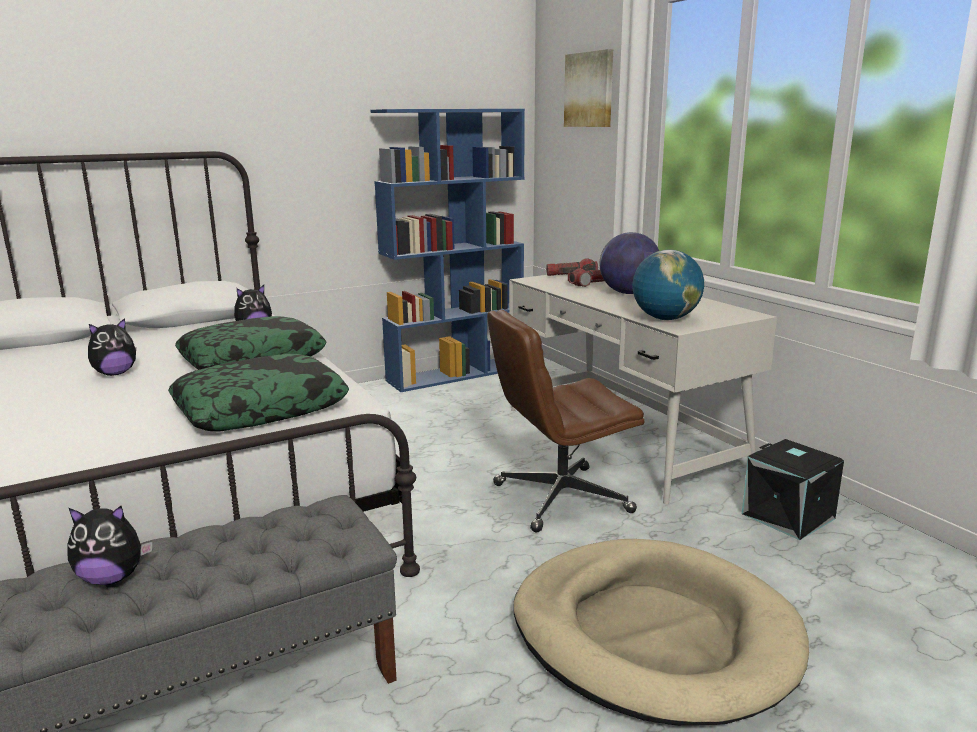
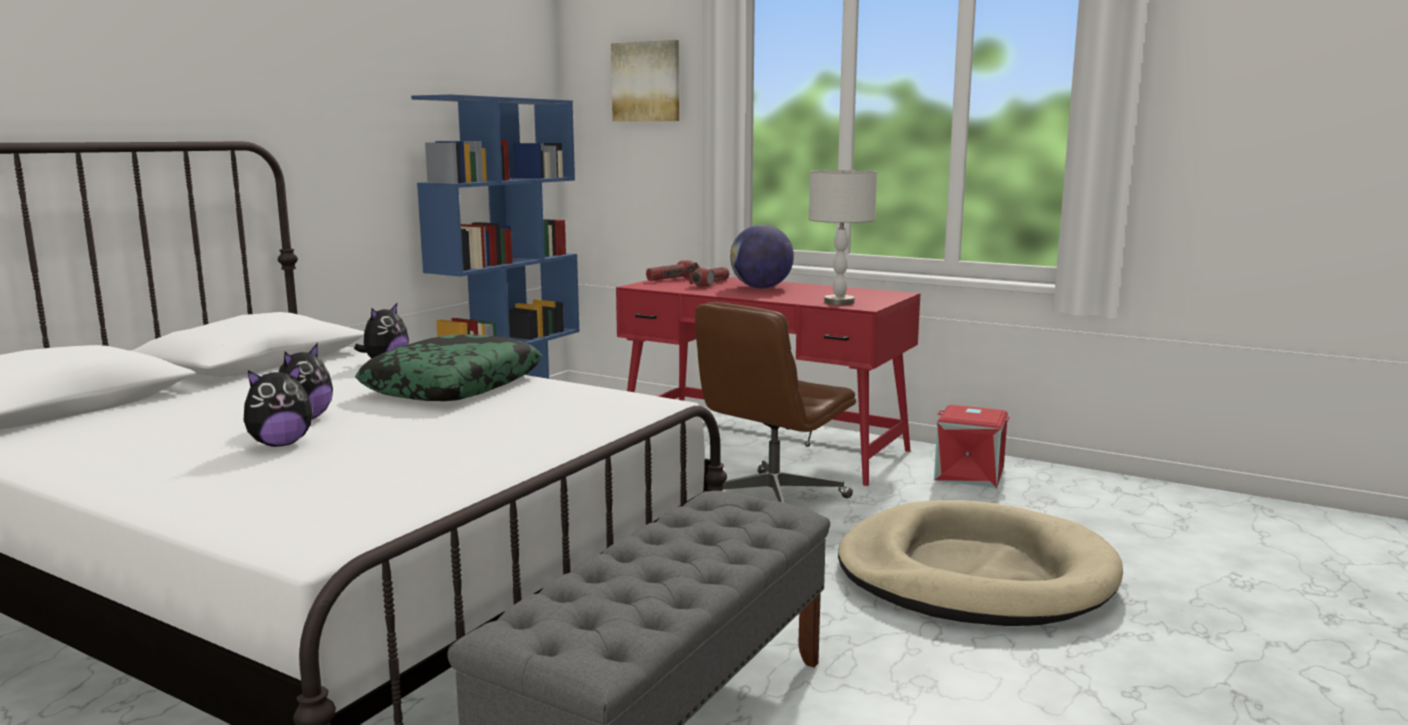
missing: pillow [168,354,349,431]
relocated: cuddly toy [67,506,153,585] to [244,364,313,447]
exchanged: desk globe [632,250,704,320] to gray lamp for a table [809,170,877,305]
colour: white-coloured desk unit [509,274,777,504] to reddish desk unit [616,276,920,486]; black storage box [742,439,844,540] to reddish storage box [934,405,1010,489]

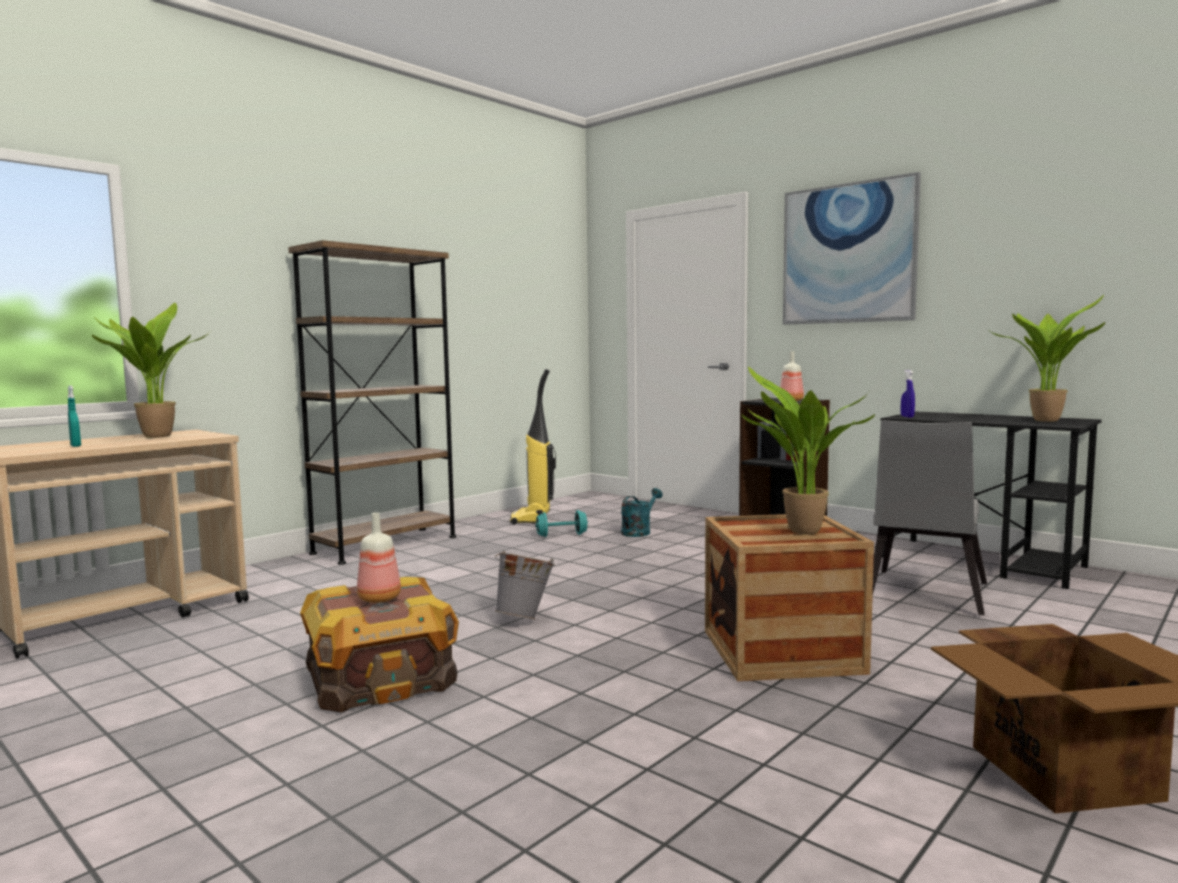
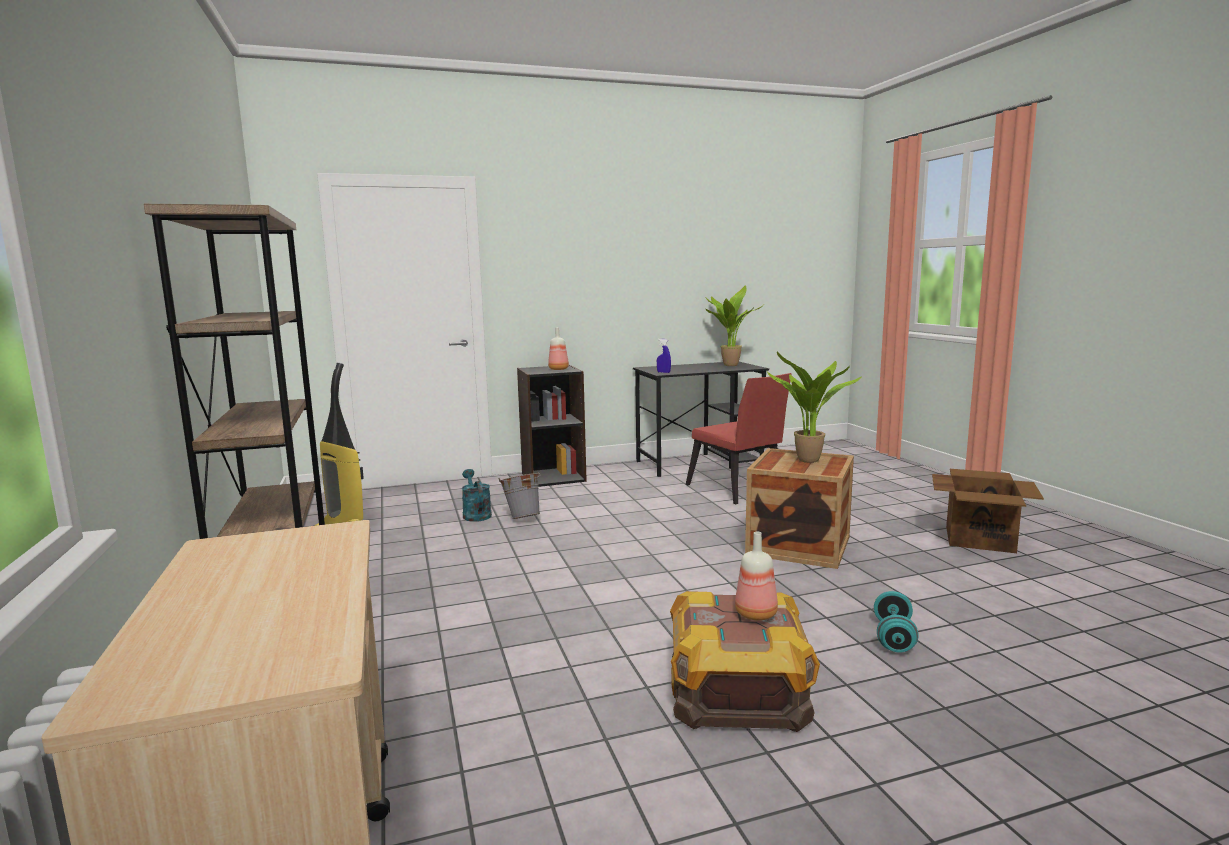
missing: turquoise spray bottle [68,386,81,447]; houseplant [92,303,210,438]; picture [783,172,921,325]
relocated: gray water bucket [495,551,555,619] to [499,472,541,519]; turquoise hand weight [535,510,588,537] to [874,591,919,653]
colour: gray chair [873,420,987,615] to reddish chair [685,373,792,504]

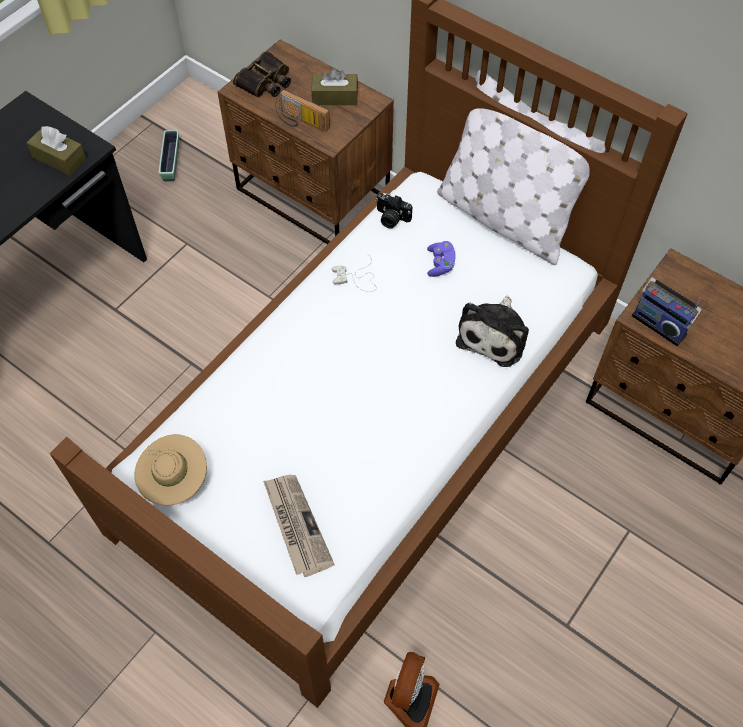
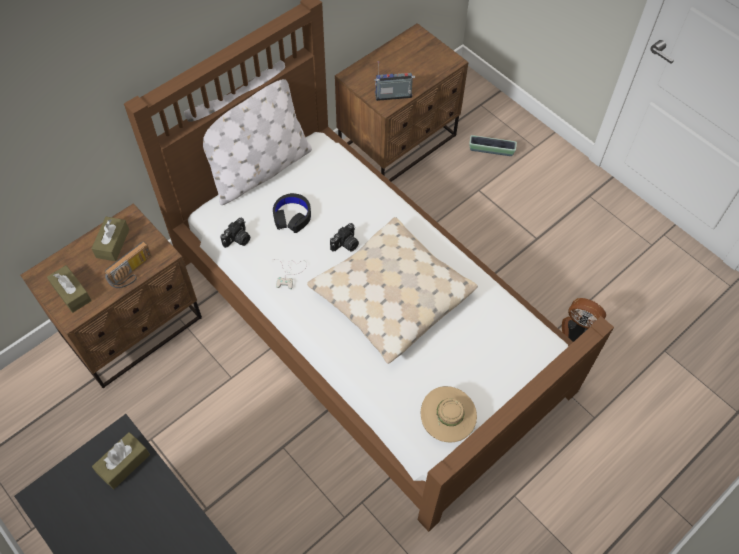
missing: daily paper [263,475,335,577]; cuddly toy [456,296,529,367]
appeared: beige-coloured pillow [307,217,478,364]; photo camera [330,223,359,252]
relocated: planter [159,130,179,181] to [469,135,517,156]
exchanged: binoculars [233,51,291,98] to brownish box of tissues [47,265,92,313]; purple-coloured joypad [427,241,456,277] to black headphones [273,193,311,233]
spun: radio receiver [632,277,702,346] = [374,61,415,101] 150 degrees counterclockwise

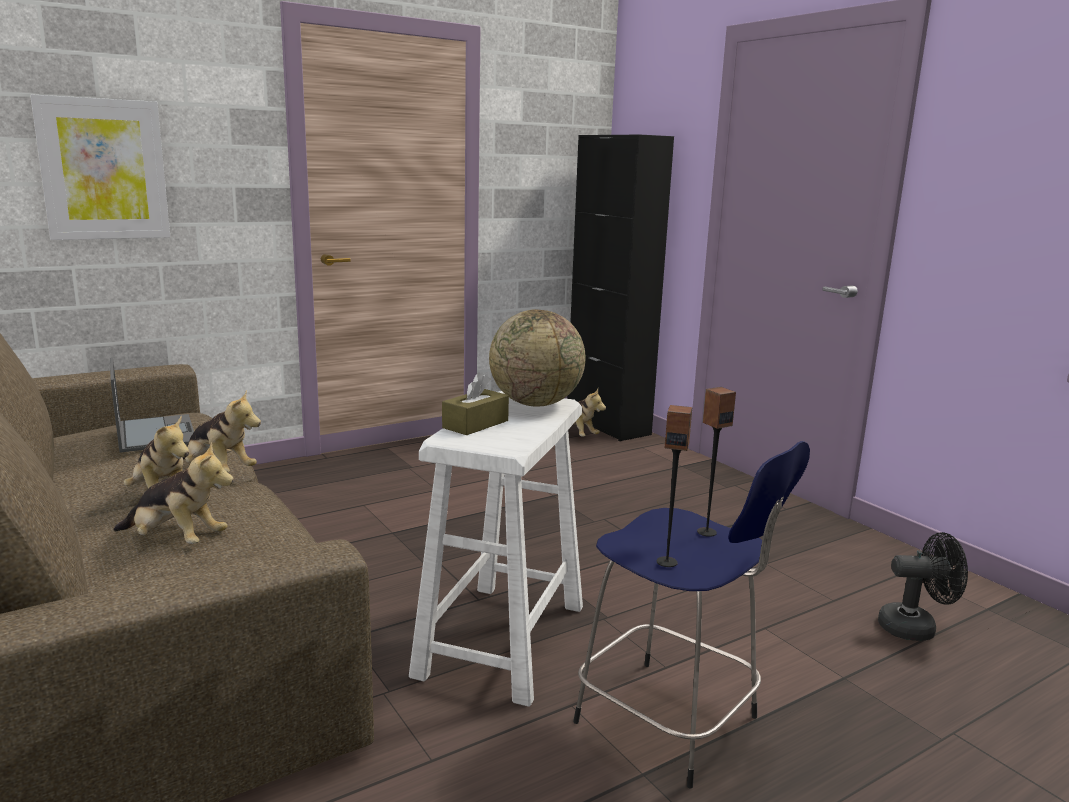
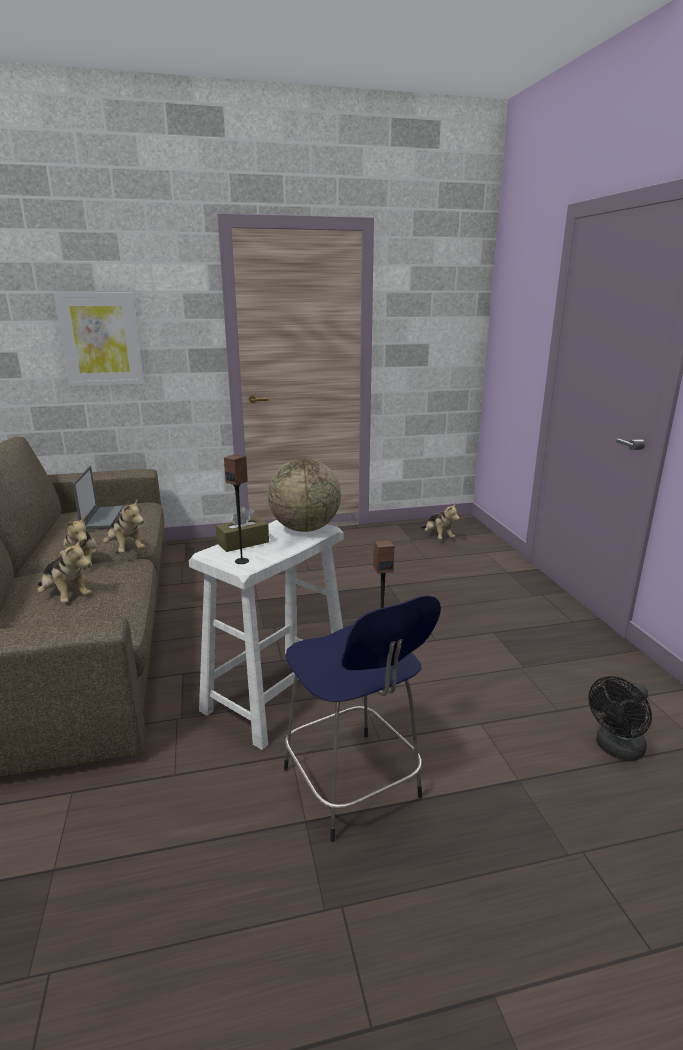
missing: black cabinet [567,134,674,441]
relocated: speaker [657,405,692,567] to [224,454,249,564]
spun: black electric fan [878,532,968,641] = [588,676,652,761] 120 degrees clockwise

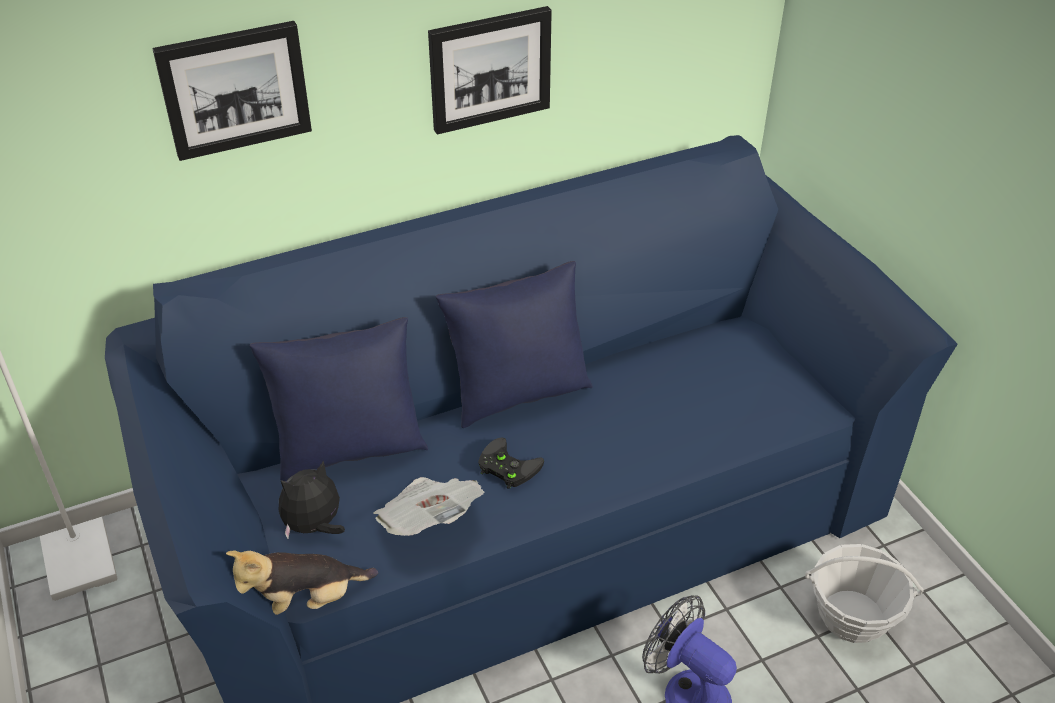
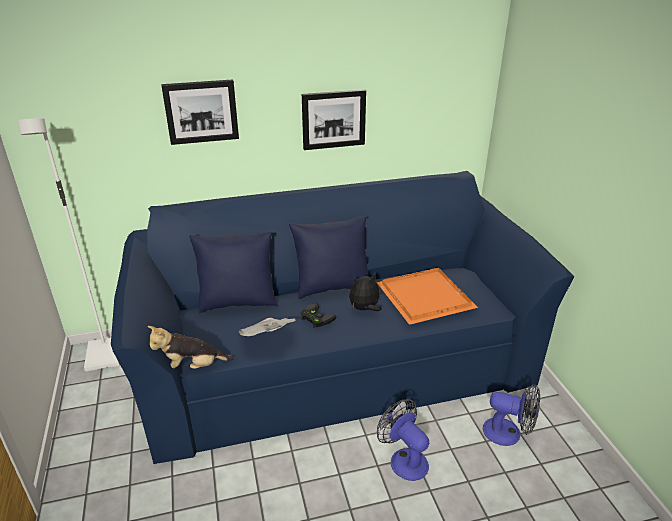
appeared: orange serving tray [376,268,478,325]
relocated: cuddly toy [279,460,345,539] to [349,273,382,311]
exchanged: storage basket [805,544,924,643] to electric fan [483,384,540,446]

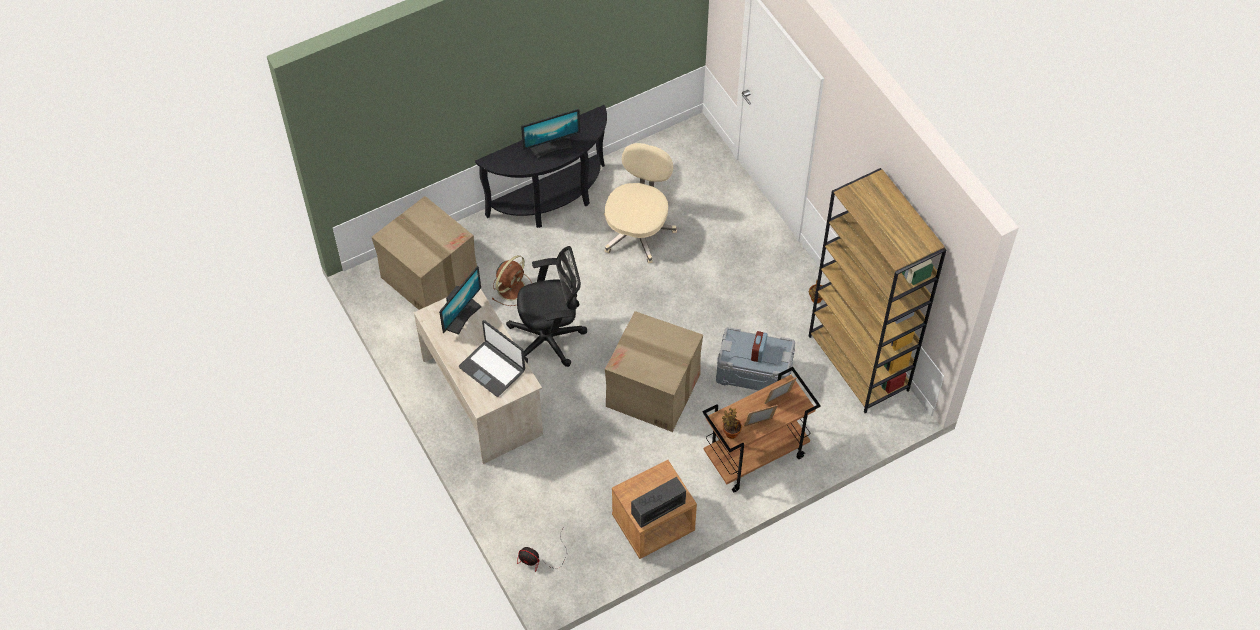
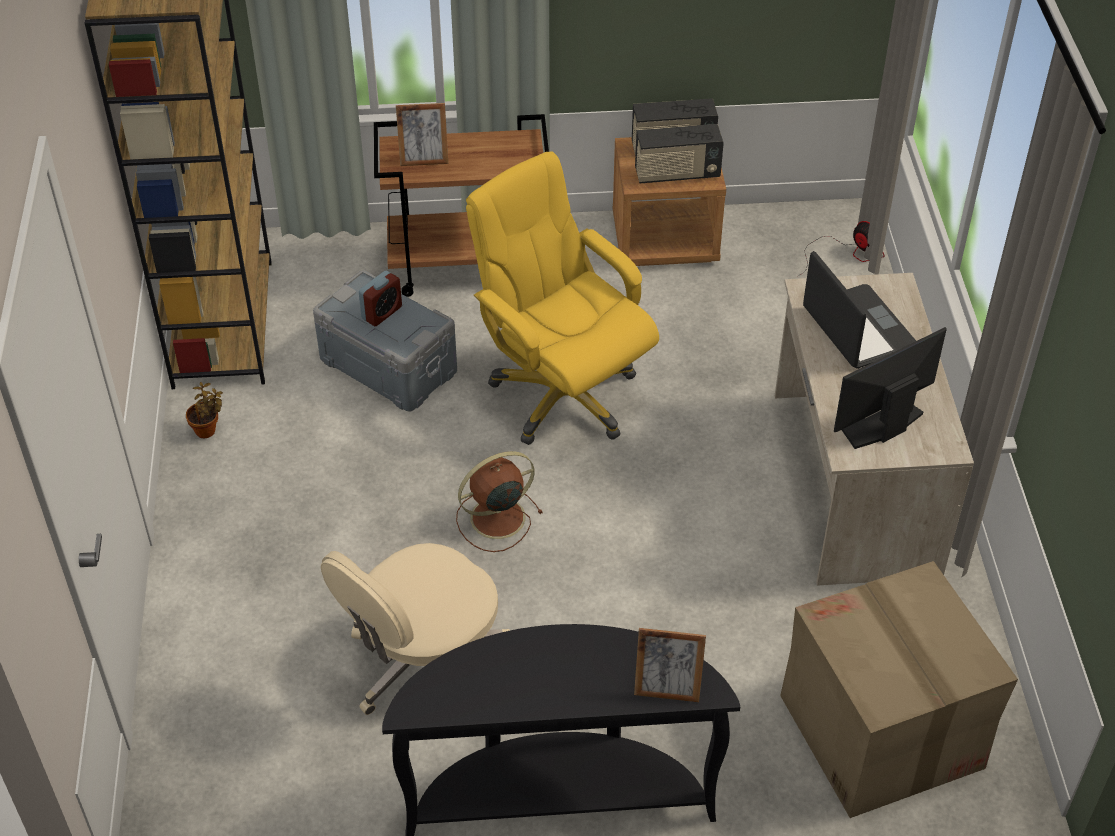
missing: black office chair [506,246,587,367]; computer screen [521,109,580,159]; houseplant [722,408,742,439]
appeared: radio receiver [635,124,724,183]
relocated: brownish electric fan [491,255,532,306] to [456,451,542,552]; photo frame [744,405,778,426] to [634,628,706,702]
exchanged: packing box [605,311,703,432] to yellowish office chair [466,151,659,445]

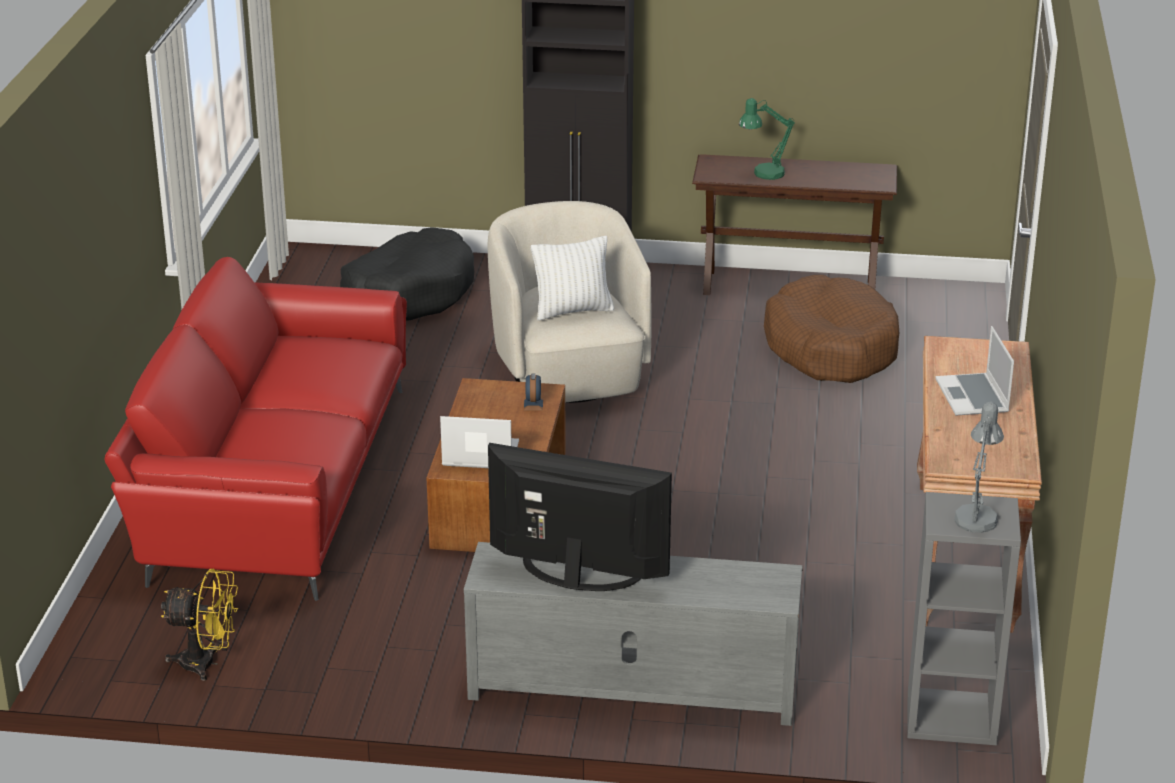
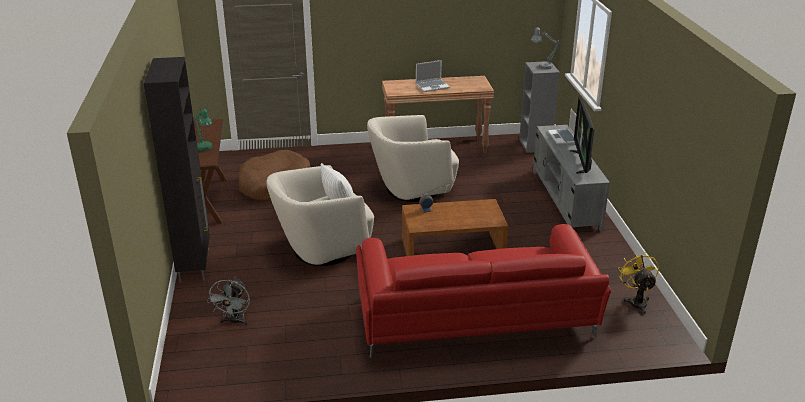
appeared: beige-coloured easy chair [367,115,459,202]
relocated: portable computer [440,416,519,468] to [548,109,576,145]
exchanged: black pet bed [340,227,474,321] to gray electric fan [207,277,250,325]

